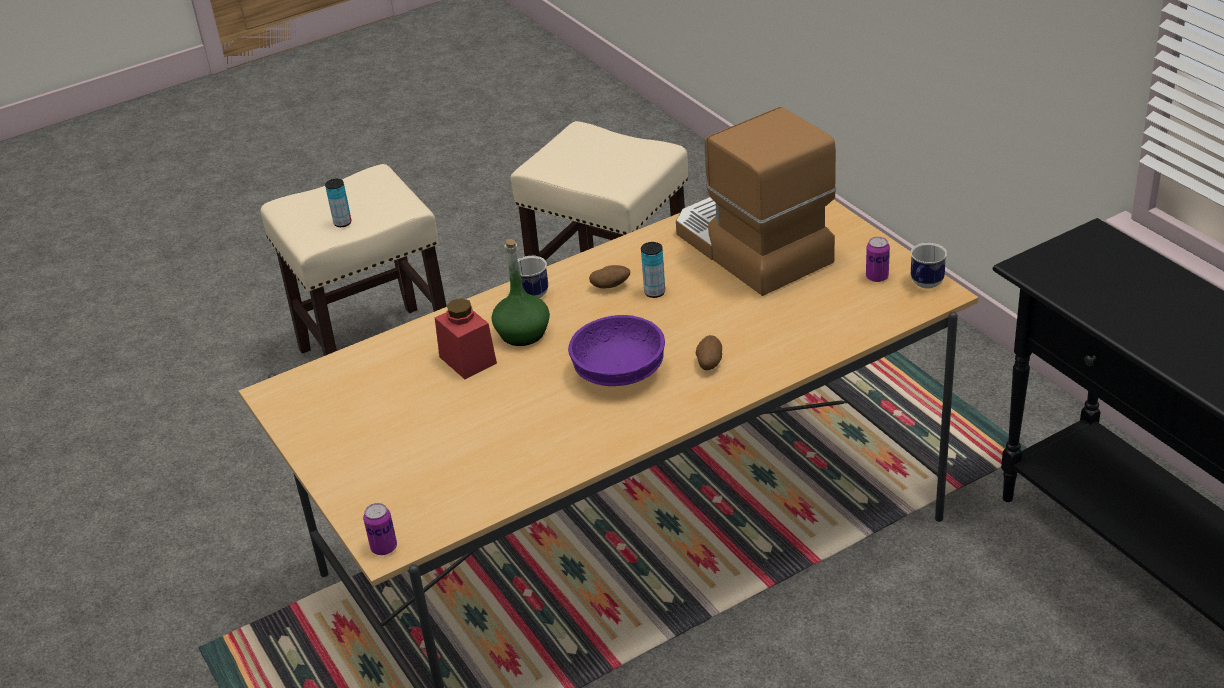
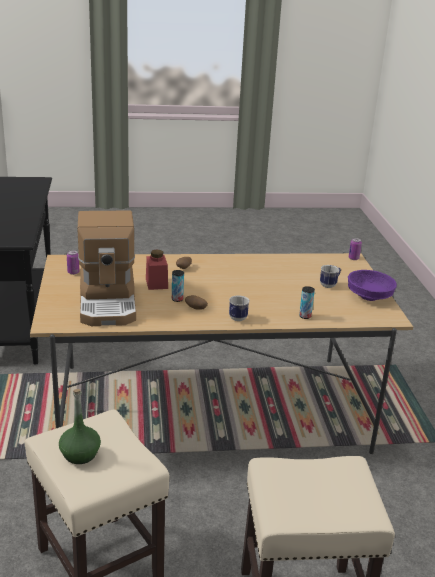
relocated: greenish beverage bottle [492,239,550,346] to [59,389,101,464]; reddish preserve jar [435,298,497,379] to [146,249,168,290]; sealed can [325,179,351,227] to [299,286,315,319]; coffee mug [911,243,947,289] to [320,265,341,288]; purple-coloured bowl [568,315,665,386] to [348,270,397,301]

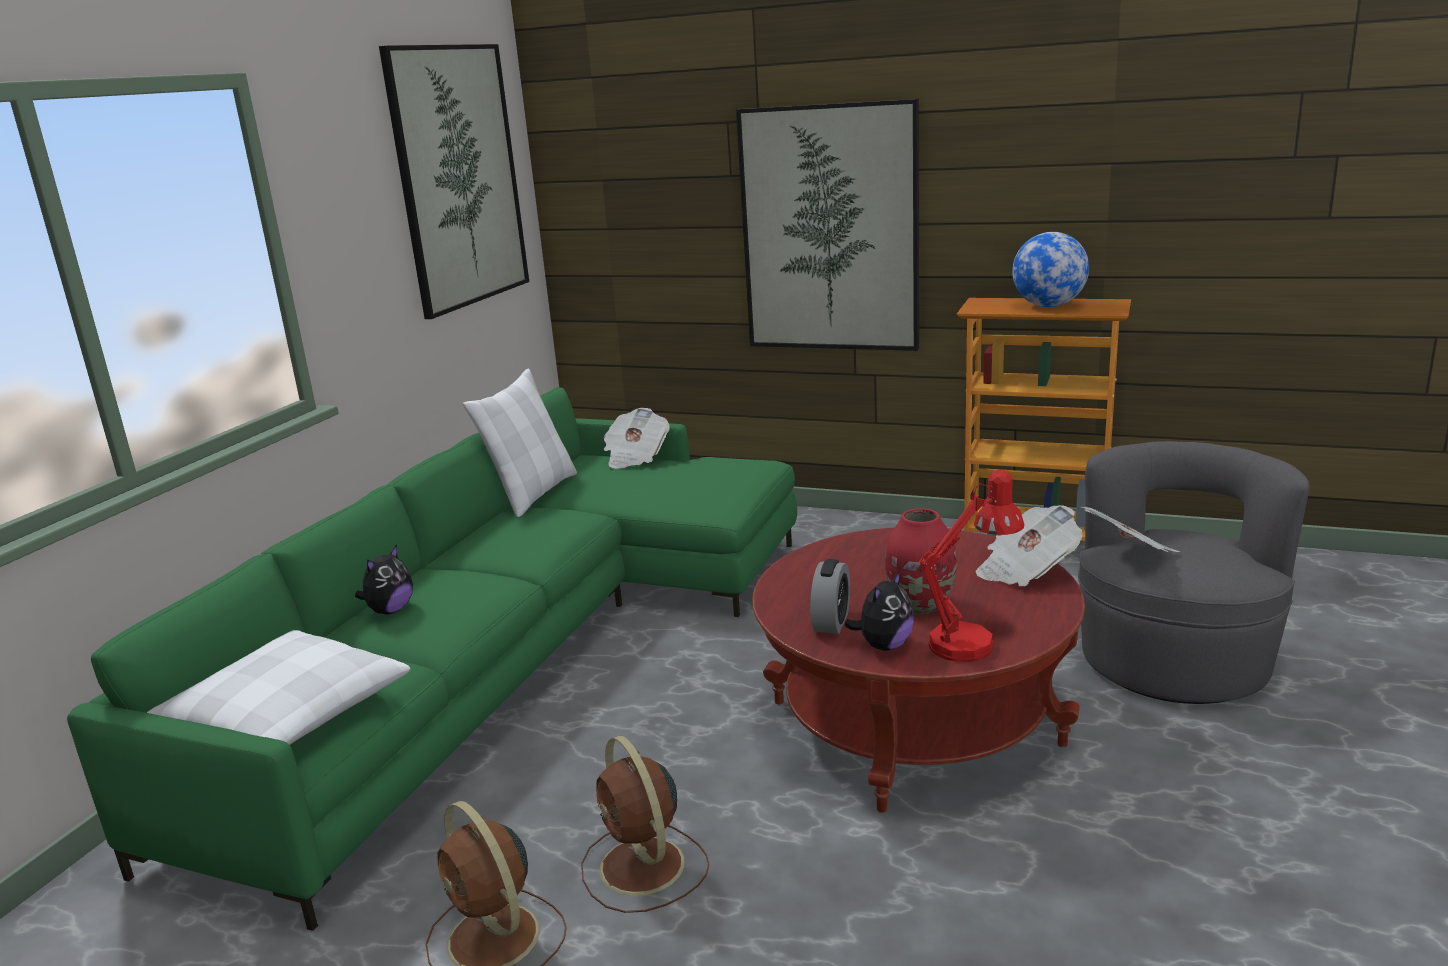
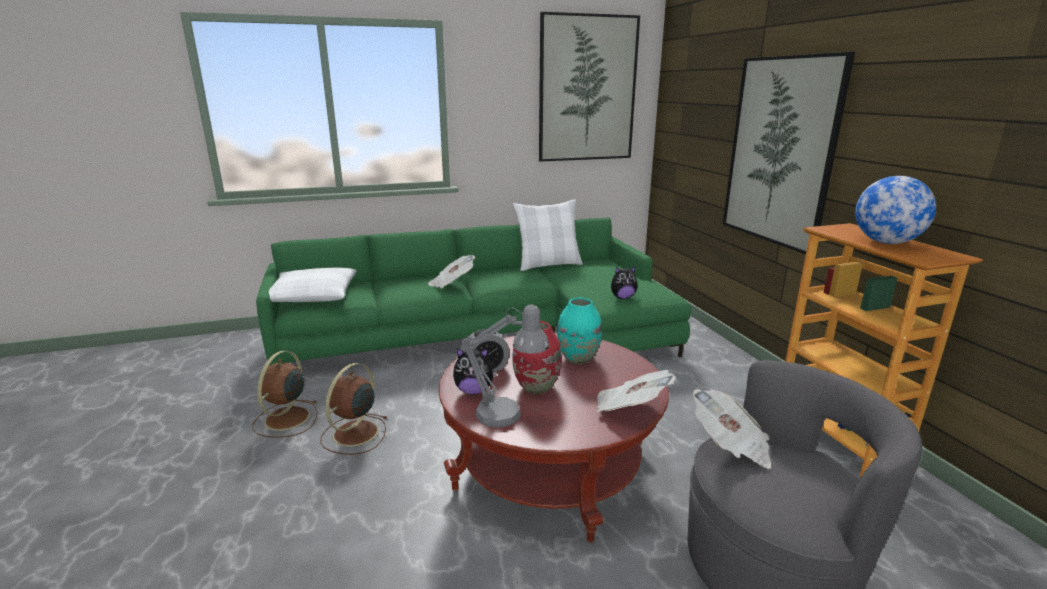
appeared: turquoise decorative vase [557,298,602,364]
relocated: daily paper [604,408,670,469] to [428,255,476,288]; cuddly toy [355,544,413,614] to [611,267,638,299]
colour: reddish lamp for a table [919,470,1024,662] to gray lamp for a table [461,304,549,428]

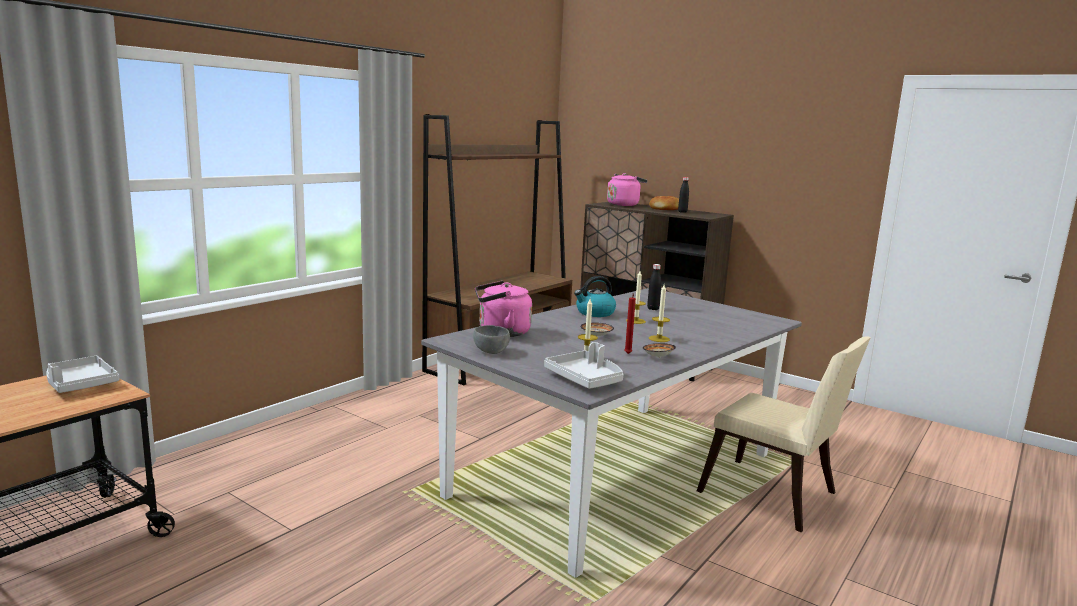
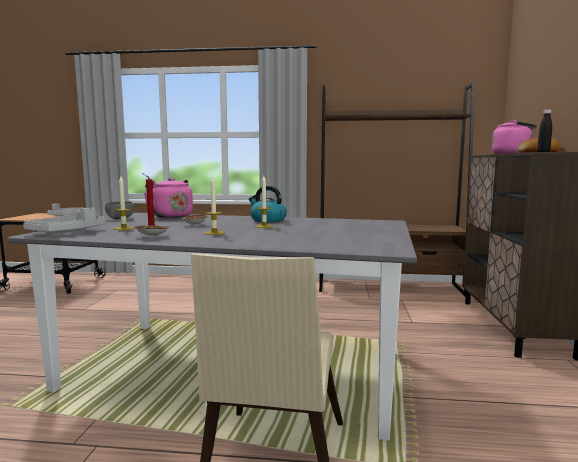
missing: black beverage bottle [647,264,661,310]

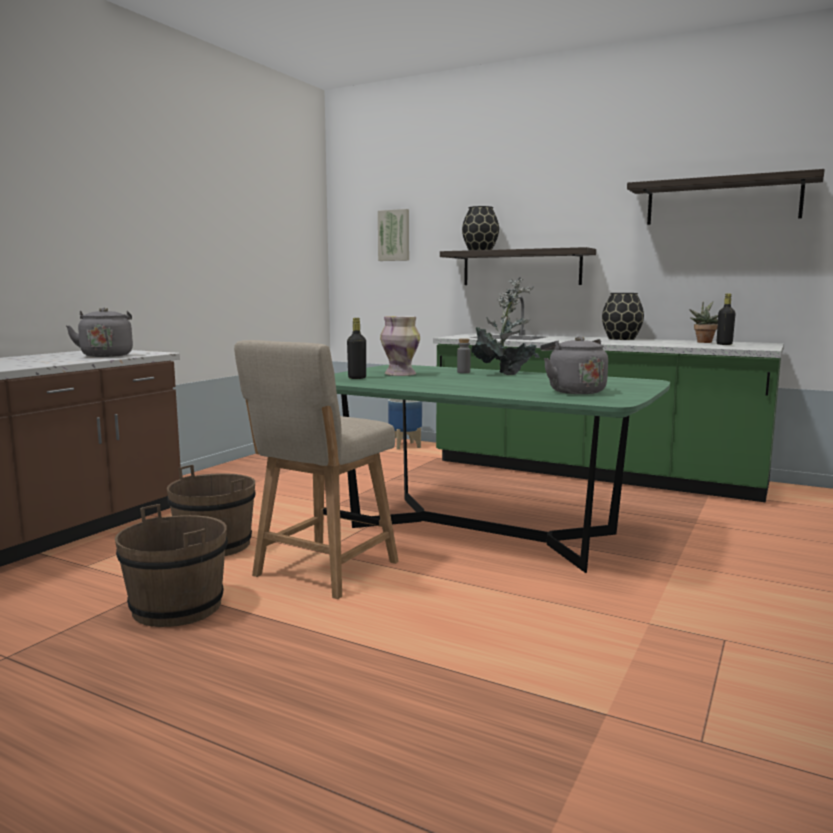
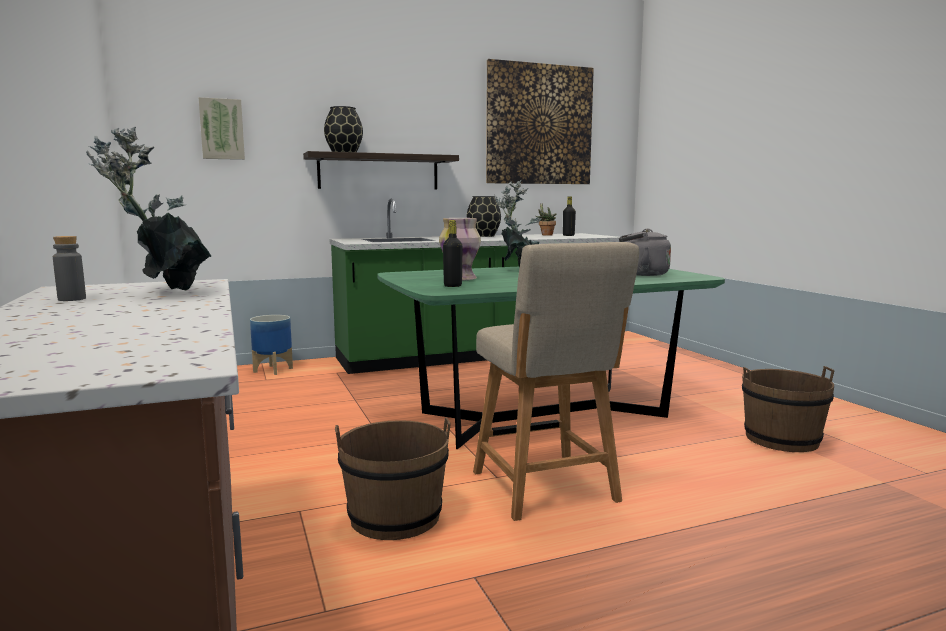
relocated: gray beverage bottle [457,338,471,373] to [53,236,86,301]; brownish water bucket [115,504,228,627] to [742,366,835,452]
exchanged: gray kettle [66,308,133,357] to houseplant [86,127,212,291]; wall shelf [627,169,825,225] to picture [486,59,594,184]

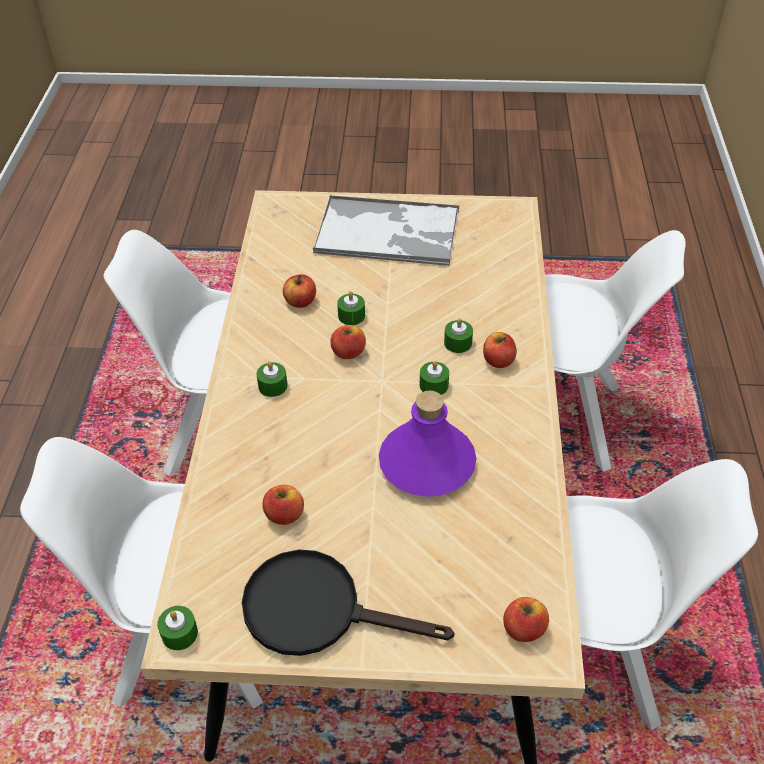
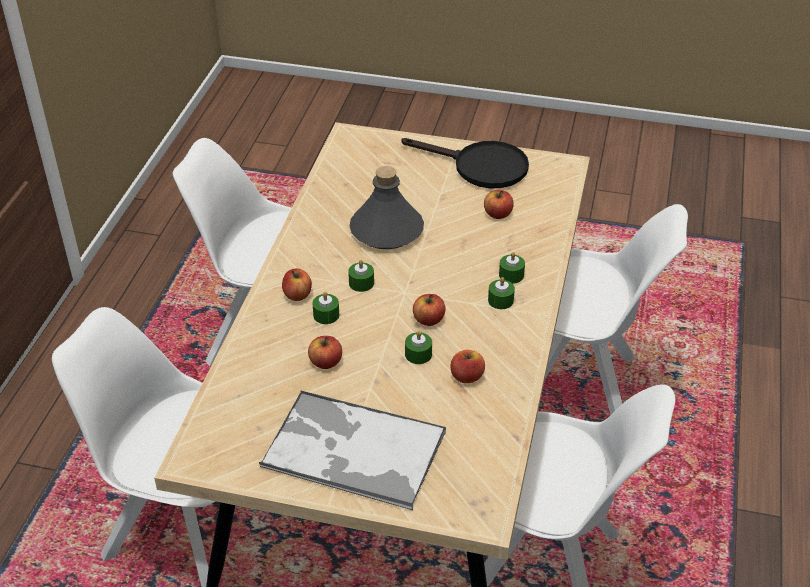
relocated: apple [503,597,549,642] to [308,336,342,369]; greenish candle [157,606,198,650] to [499,252,525,284]
colour: purple-coloured beverage bottle [379,391,476,497] to gray beverage bottle [350,166,424,249]

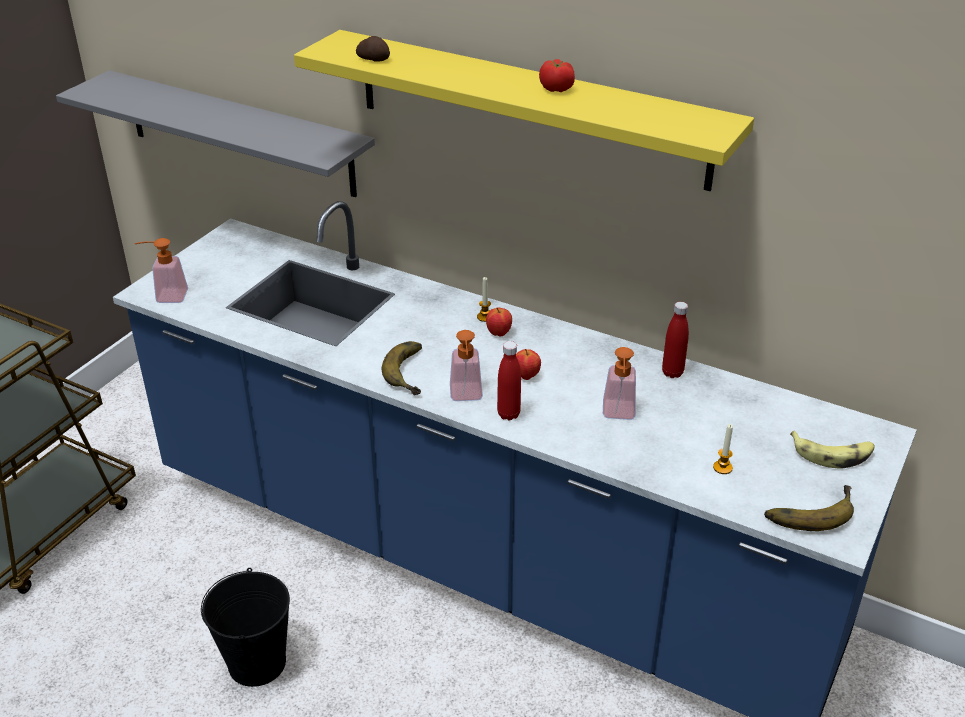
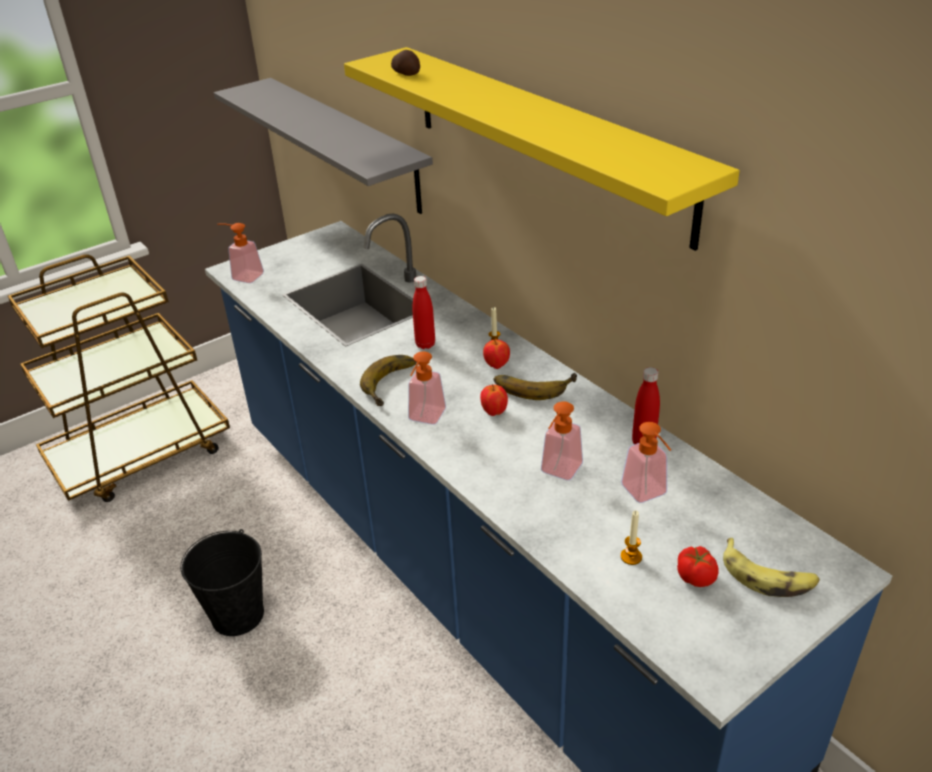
appeared: soap bottle [621,422,671,503]
relocated: reddish beverage bottle [497,341,521,420] to [412,276,435,349]; banana [764,485,854,531] to [494,373,577,400]; fresh tomato [539,59,575,92] to [677,546,719,587]

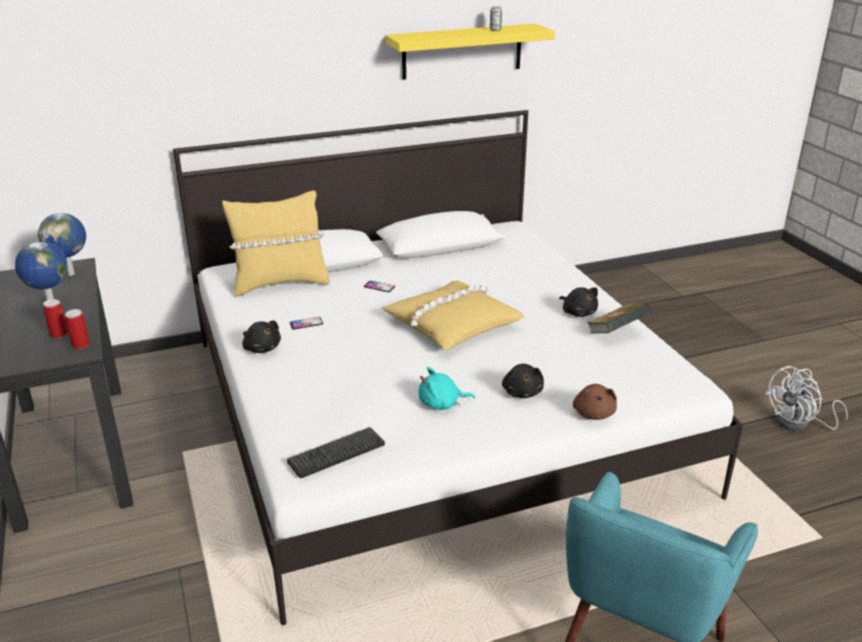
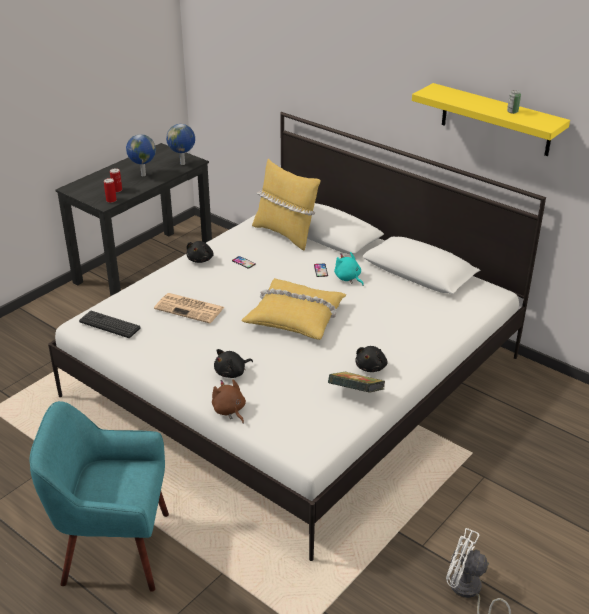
appeared: daily paper [154,293,224,323]
relocated: turquoise cuddly toy [418,367,475,410] to [334,252,364,286]
spun: brownish cuddly toy [573,384,617,420] = [212,379,246,424] 90 degrees clockwise

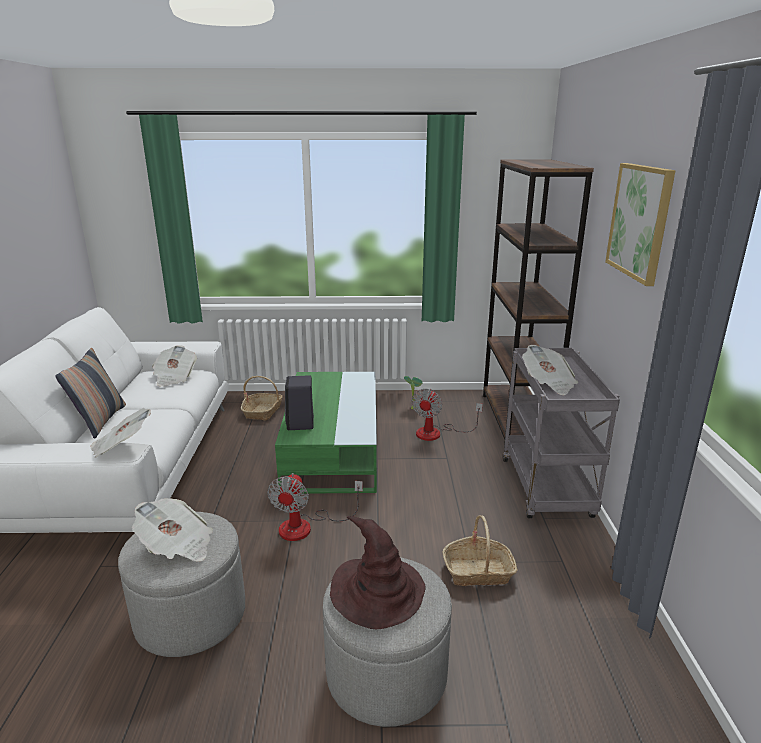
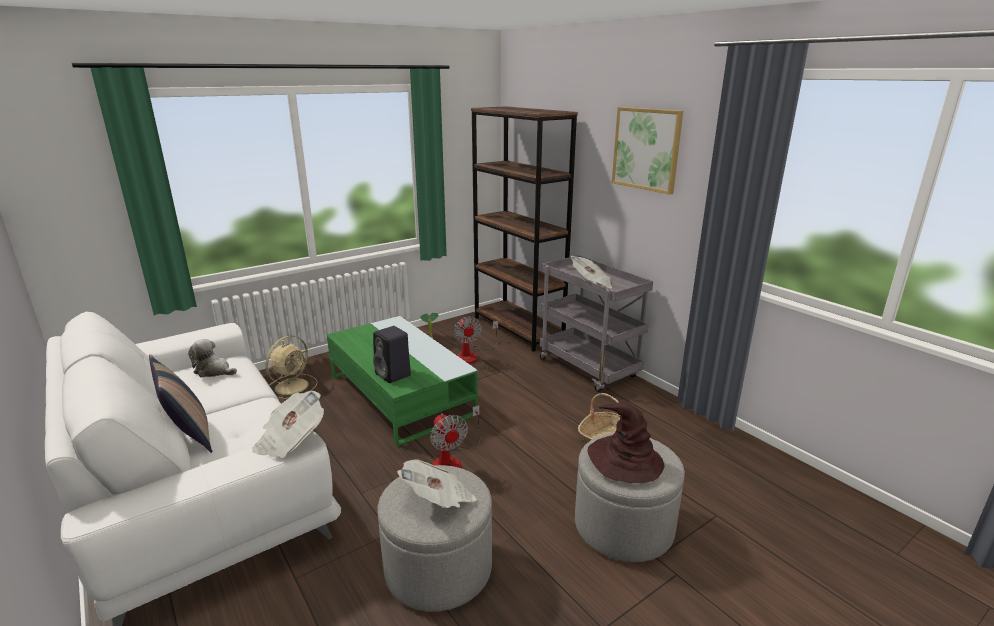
exchanged: daily paper [152,345,197,387] to cuddly toy [188,339,237,377]; storage basket [241,376,283,421] to beige-coloured electric fan [266,336,318,399]

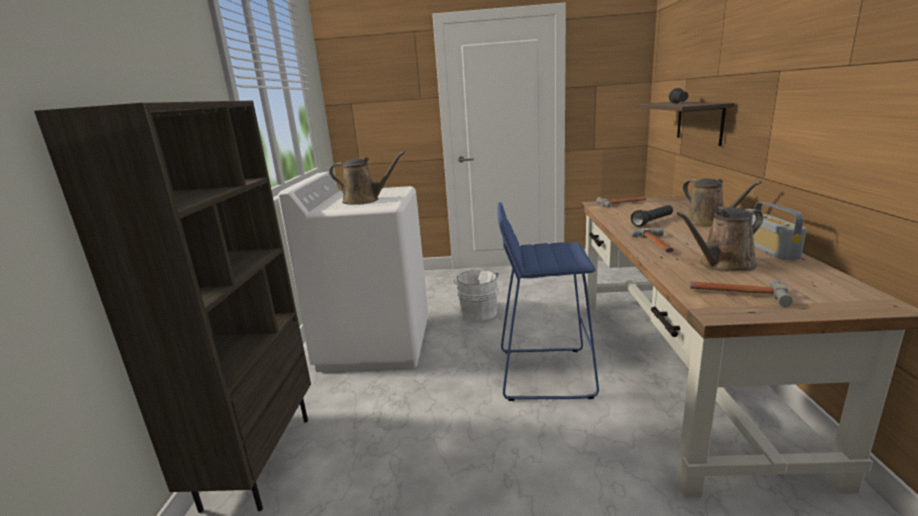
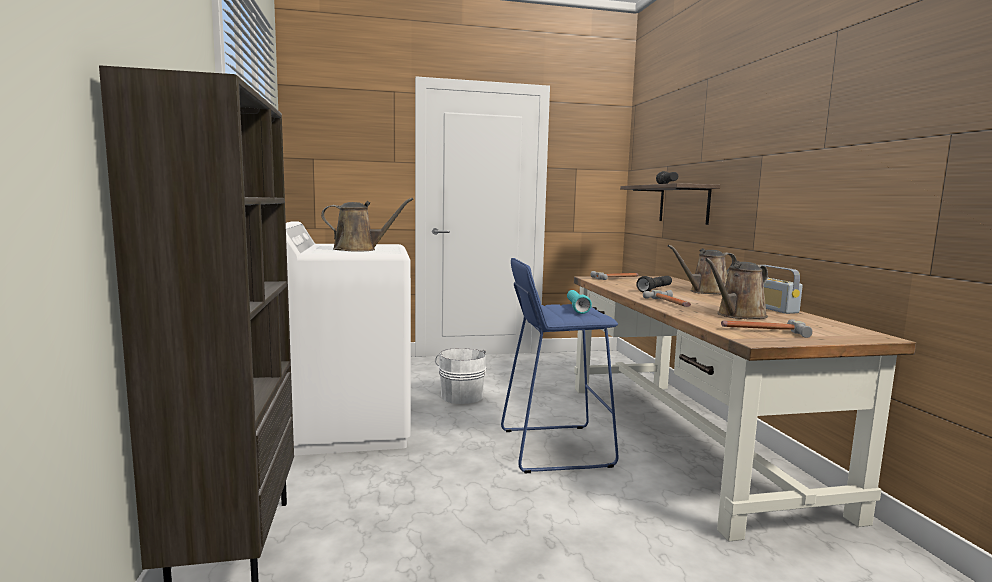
appeared: turquoise hand torch [567,290,592,314]
spun: brownish watering pot [683,178,762,227] = [668,245,736,294] 105 degrees clockwise

